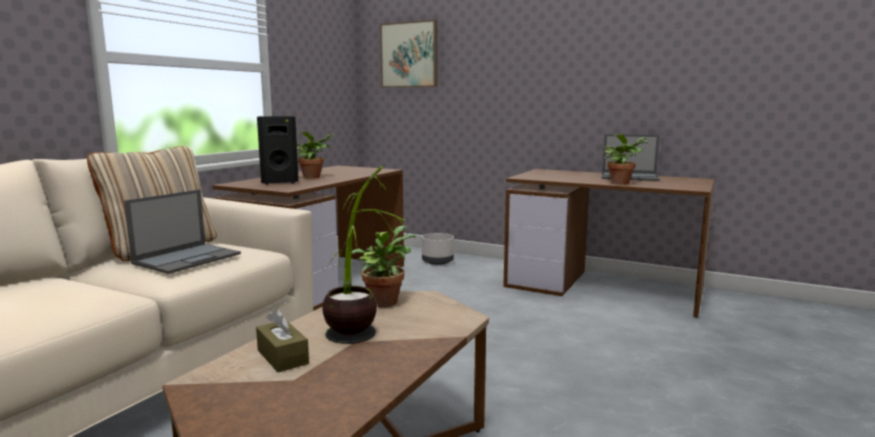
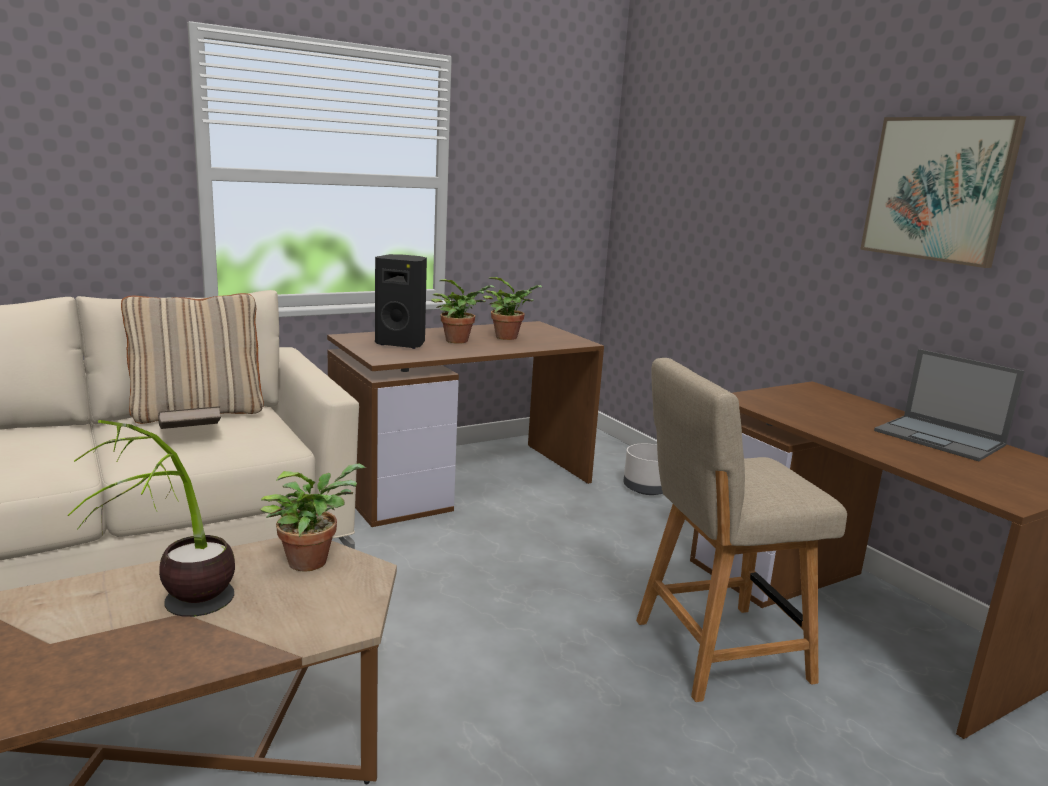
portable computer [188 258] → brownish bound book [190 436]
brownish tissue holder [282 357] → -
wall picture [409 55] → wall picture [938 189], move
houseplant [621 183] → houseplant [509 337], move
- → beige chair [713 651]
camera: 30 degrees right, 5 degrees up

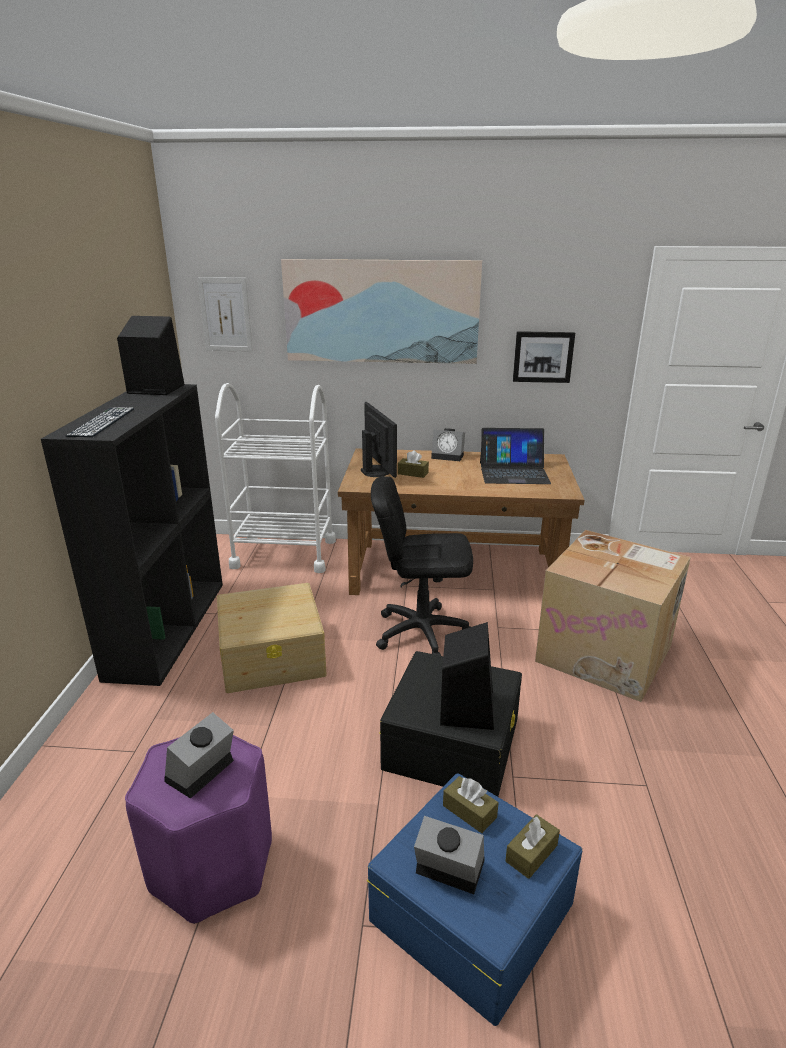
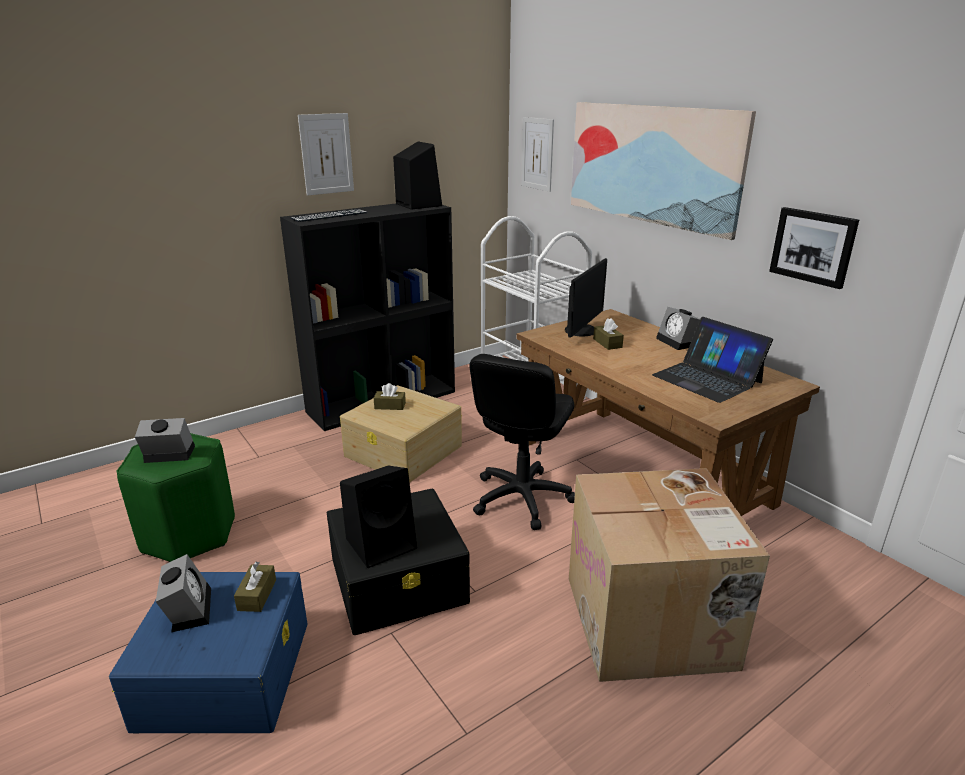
purplish stool seat [211 866] → greenish stool seat [188 535]
black office chair [421 632] → black office chair [521 498], 120 degrees counterclockwise
brownish tissue holder [531 853] → brownish tissue holder [390 406], move
- → wall picture [326 154]
camera: 50 degrees right, 0 degrees up

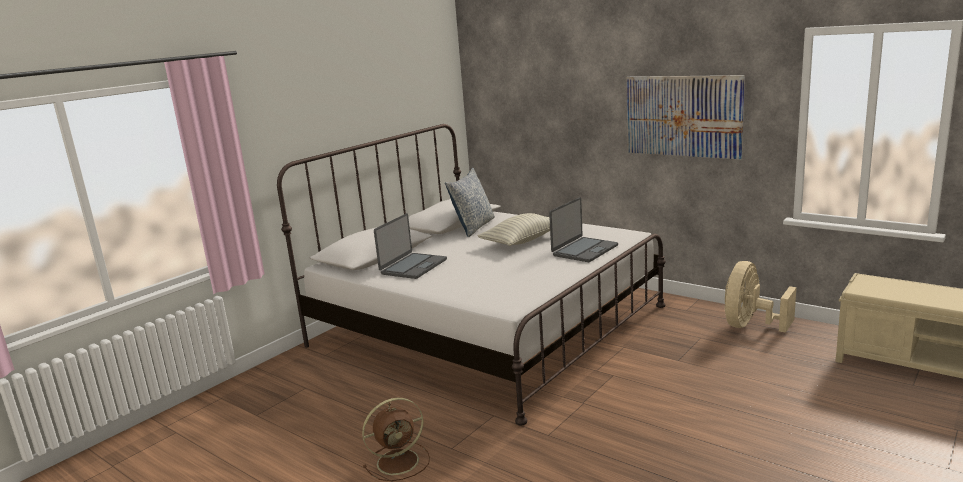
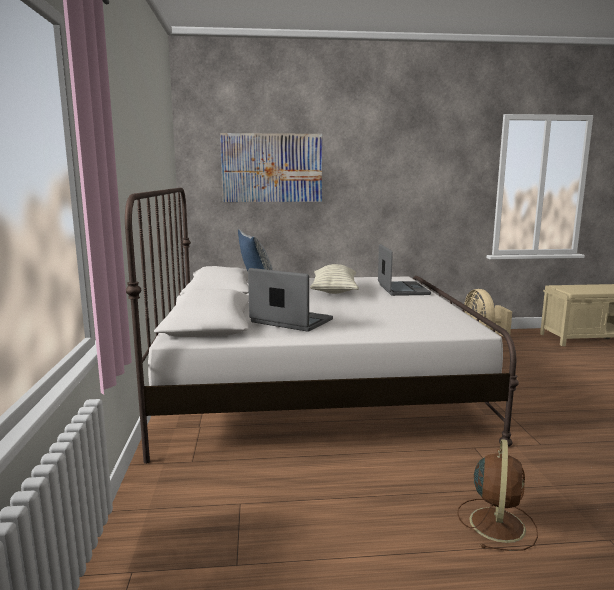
portable computer [413 267] → portable computer [291 321], 45 degrees counterclockwise
wall picture [683 116] → wall picture [272 168], move
camera: 45 degrees left, 5 degrees down

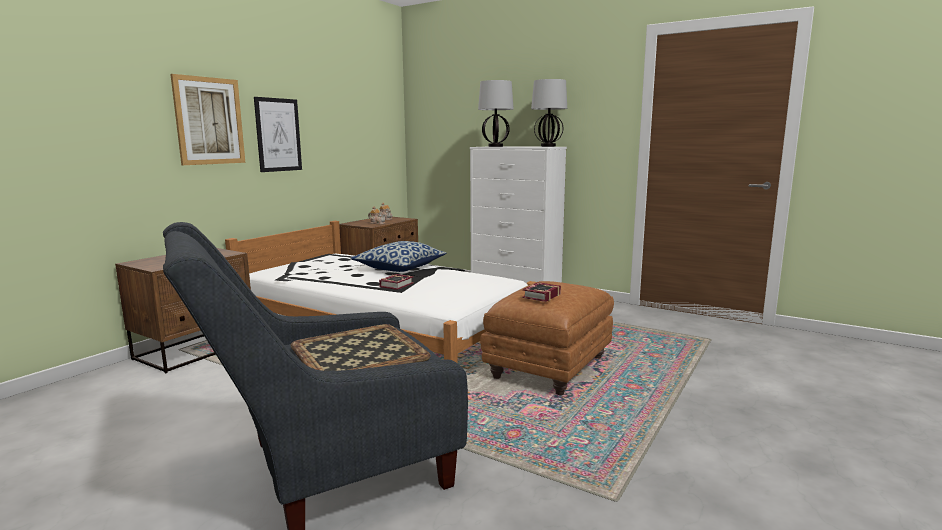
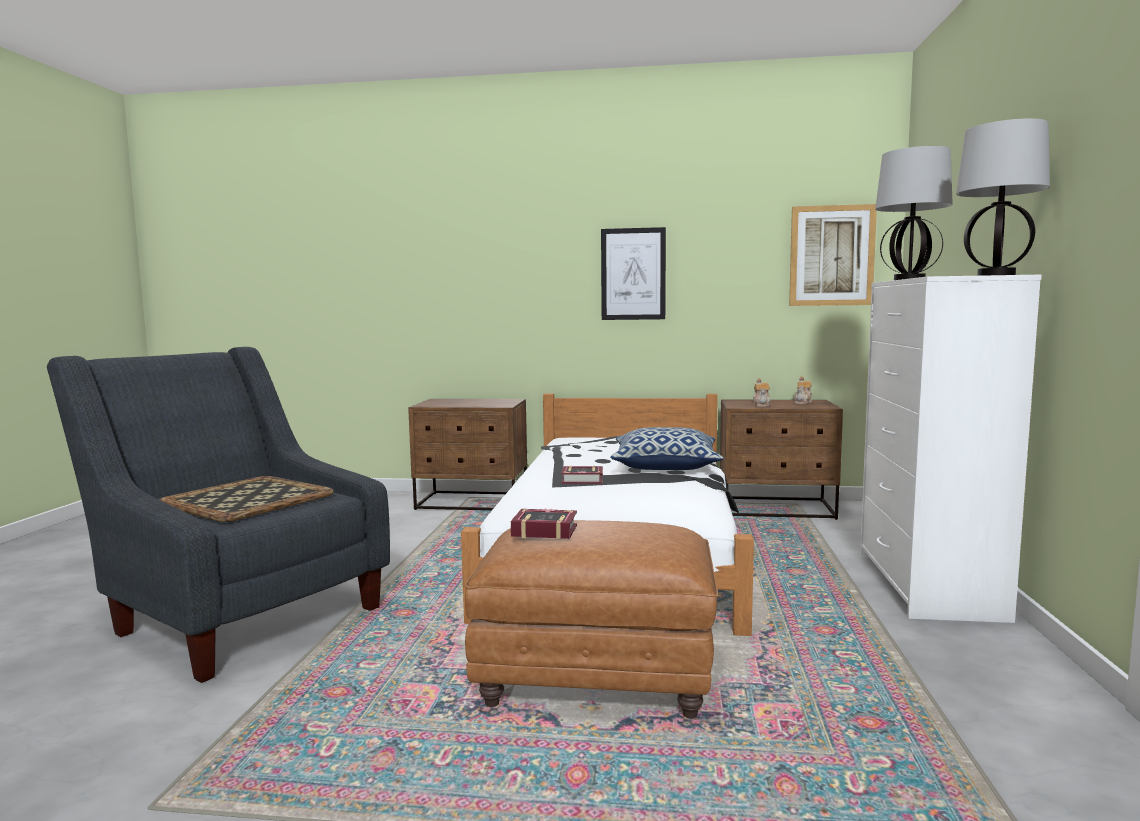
wall picture [209 121] → wall picture [831 256], move
camera: 65 degrees right, 5 degrees down

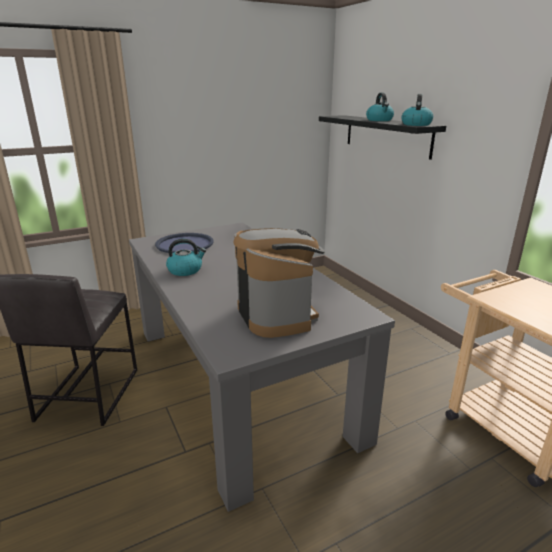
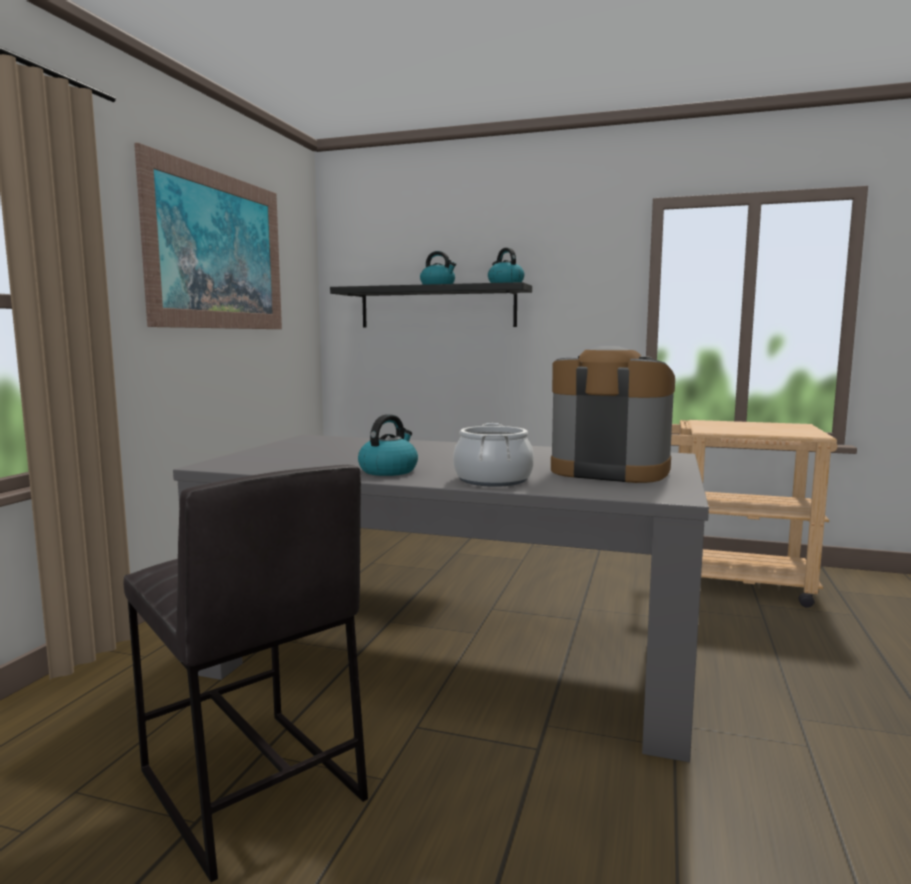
blue carrying tray [184 244] → -
- → wall picture [218 251]
- → stockpot [493 480]
camera: 45 degrees left, 15 degrees down

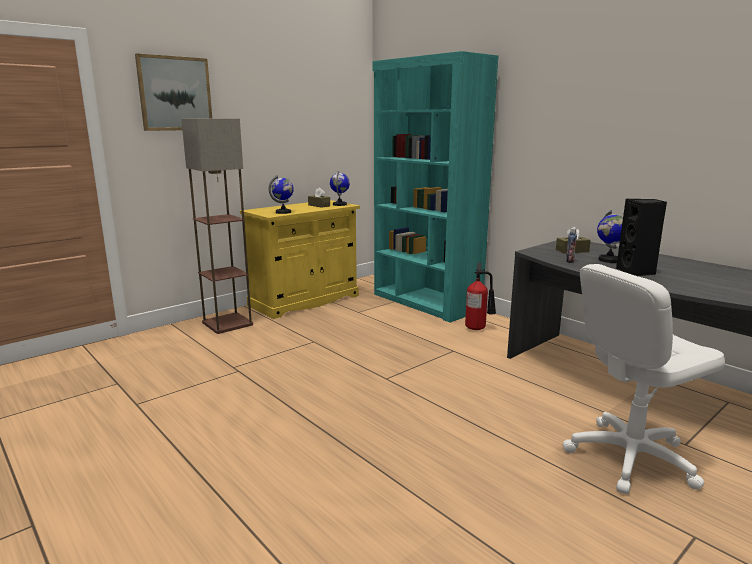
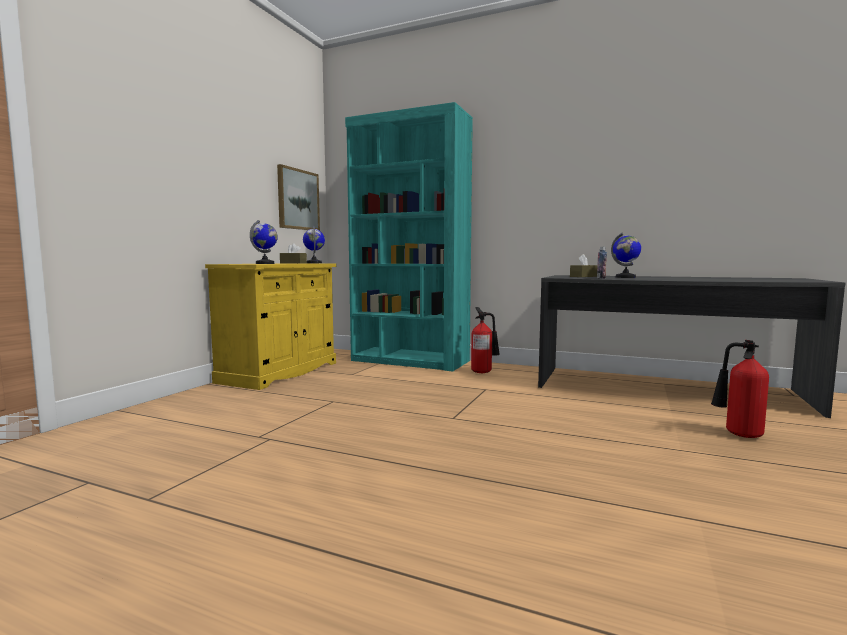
wall picture [175 94] → wall picture [298 199], move
standing lamp [228 324] → -
white-coloured office chair [630 457] → fire extinguisher [737 435]
black speaker [636 272] → -
camera: 25 degrees left, 10 degrees down

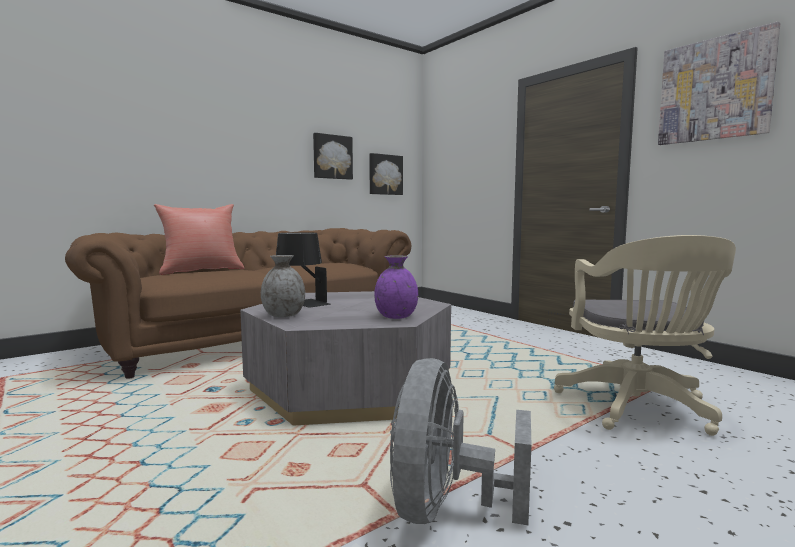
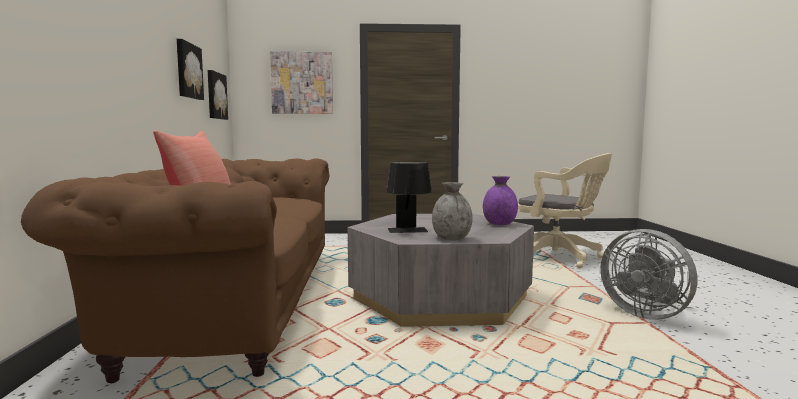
wall picture [714 89] → wall picture [302 82], move
camera: 55 degrees left, 0 degrees up

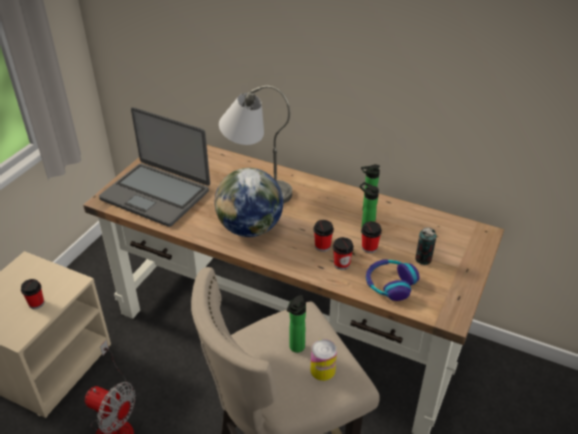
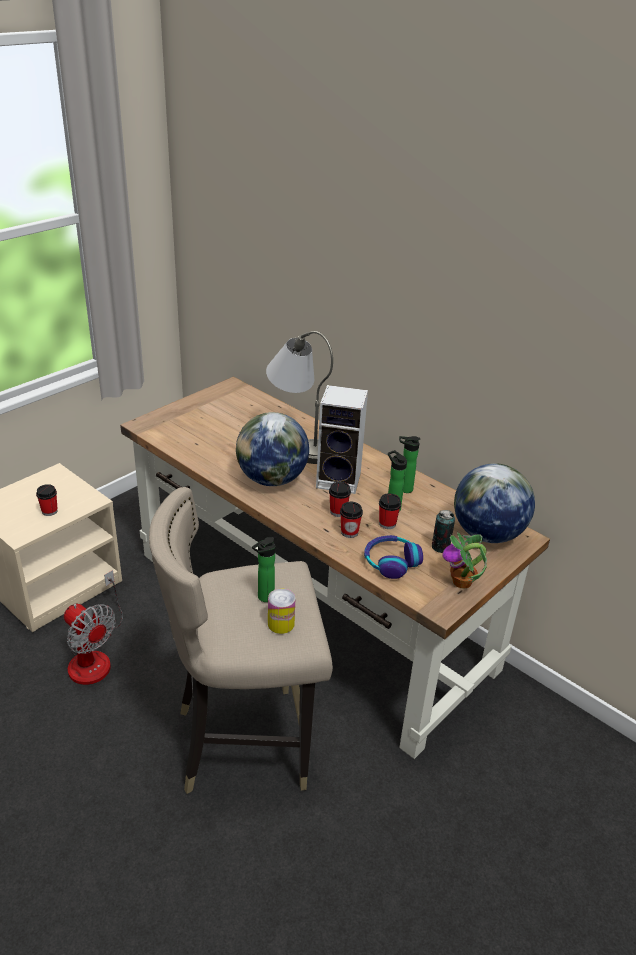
portable computer [156 194] → -
- → speaker [340 480]
- → houseplant [462 582]
- → world globe [487 534]
camera: 15 degrees right, 5 degrees down

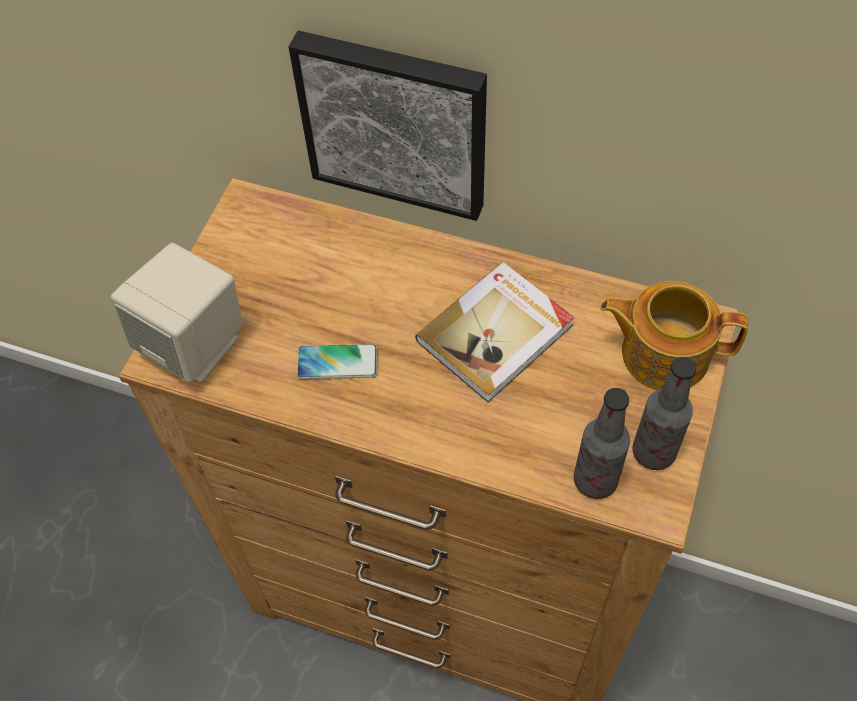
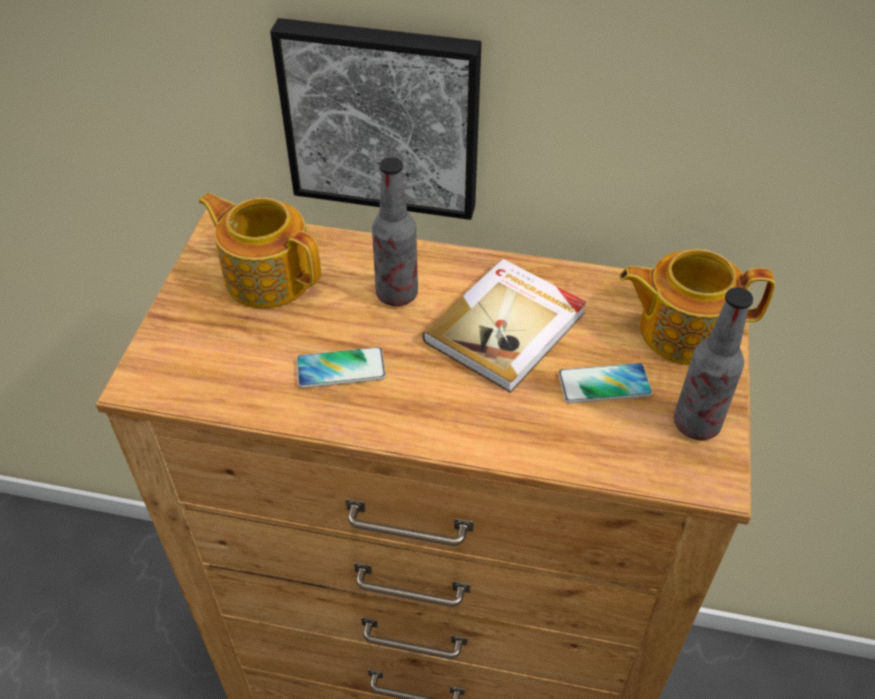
beige speaker [194 344] → -
bottle [595 480] → bottle [397 294], move
- → pot for tea [267 276]
- → phone [604 384]
camera: 10 degrees left, 10 degrees down

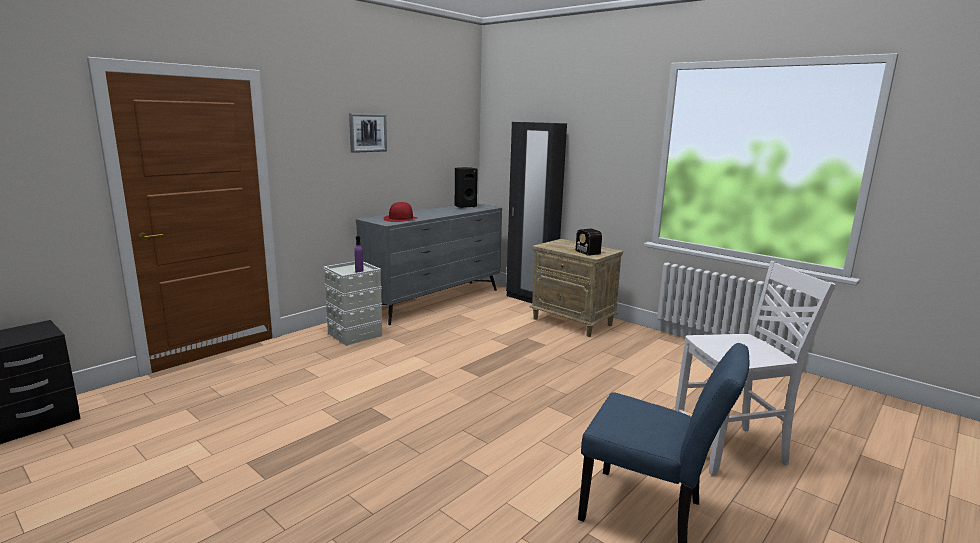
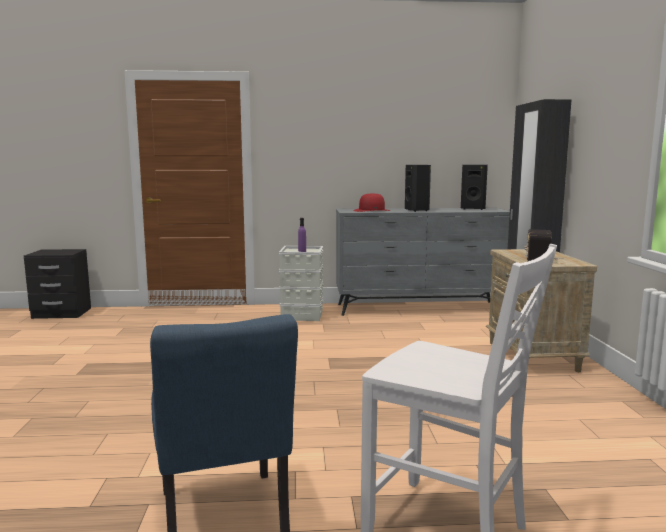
wall picture [367 132] → -
- → black speaker [417 210]
camera: 45 degrees right, 5 degrees down

